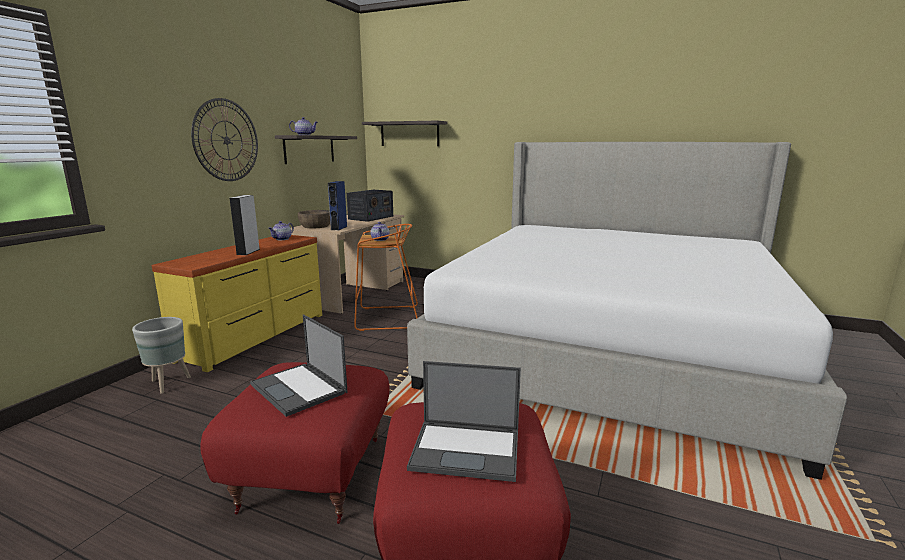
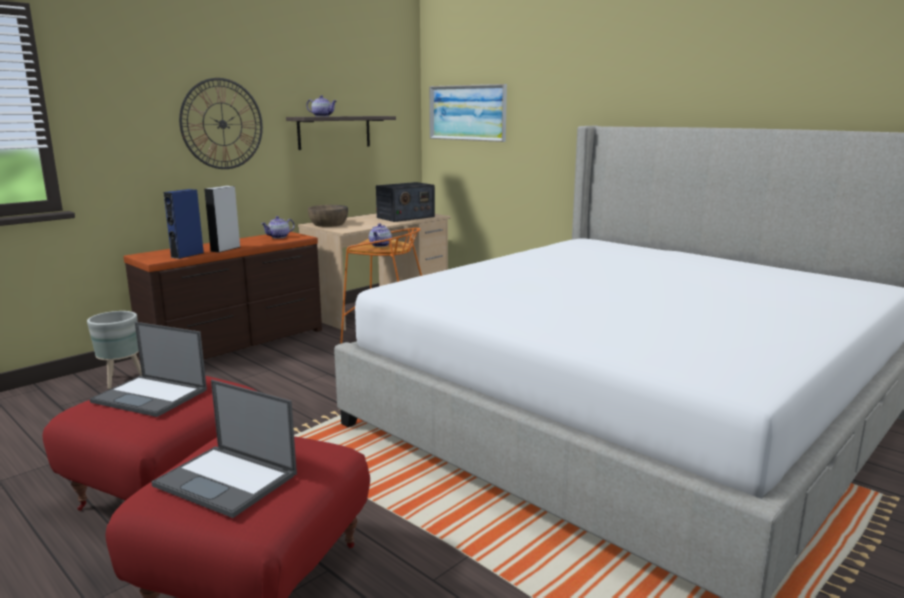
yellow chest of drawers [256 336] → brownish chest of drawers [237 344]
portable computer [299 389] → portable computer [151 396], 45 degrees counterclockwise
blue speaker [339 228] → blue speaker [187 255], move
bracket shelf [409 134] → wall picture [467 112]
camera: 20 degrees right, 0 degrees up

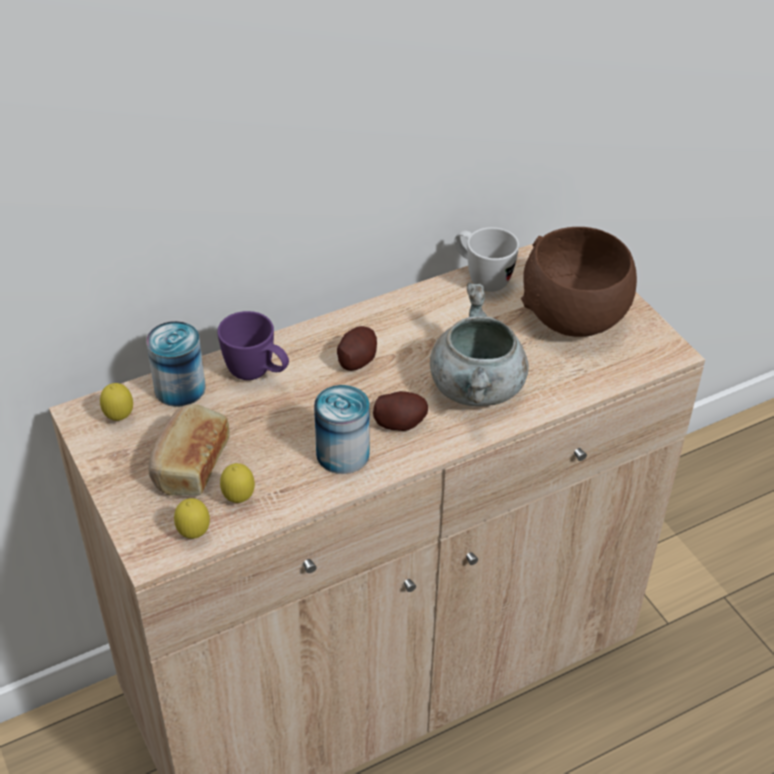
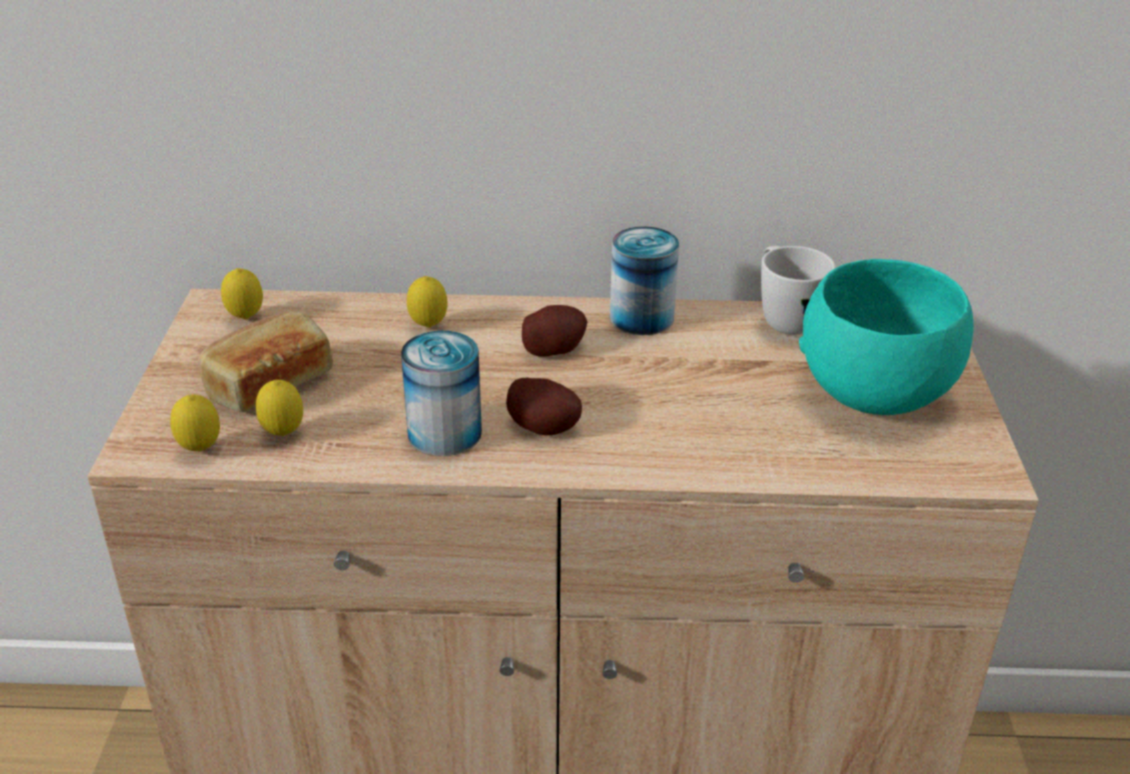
can [180 388] → can [641 318], move
purplish mug [258 374] → lemon [428 327]
greyish stockpot [478 388] → -
brownish bowl [575 318] → turquoise-coloured bowl [875 394]
camera: 30 degrees right, 10 degrees down

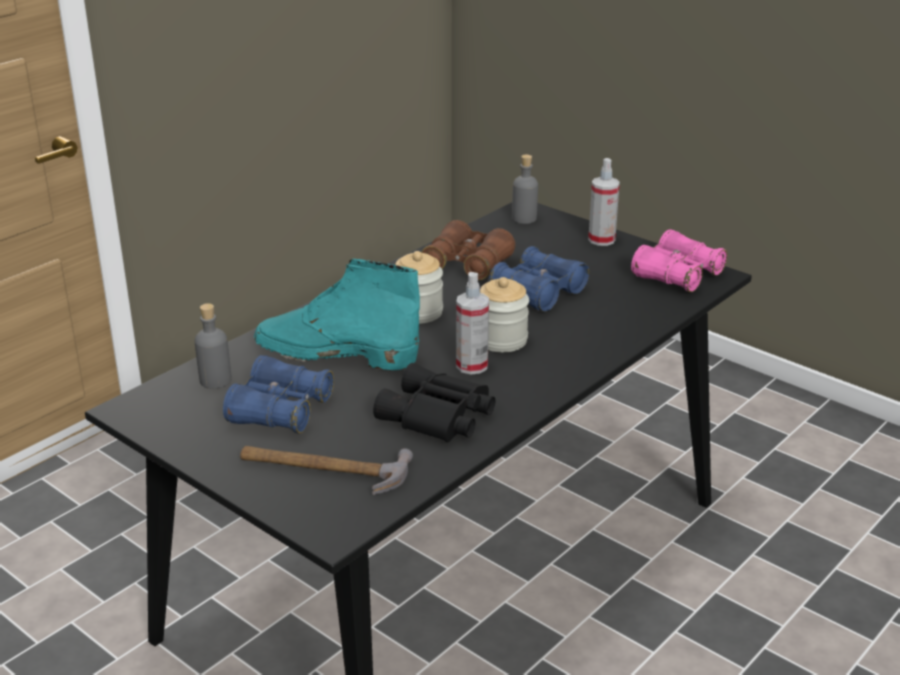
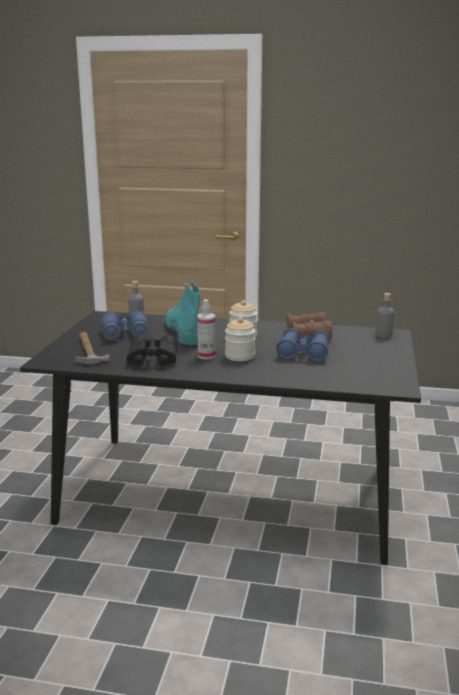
spray bottle [601 240] → -
pink-coloured binoculars [677 275] → -
camera: 60 degrees right, 10 degrees down

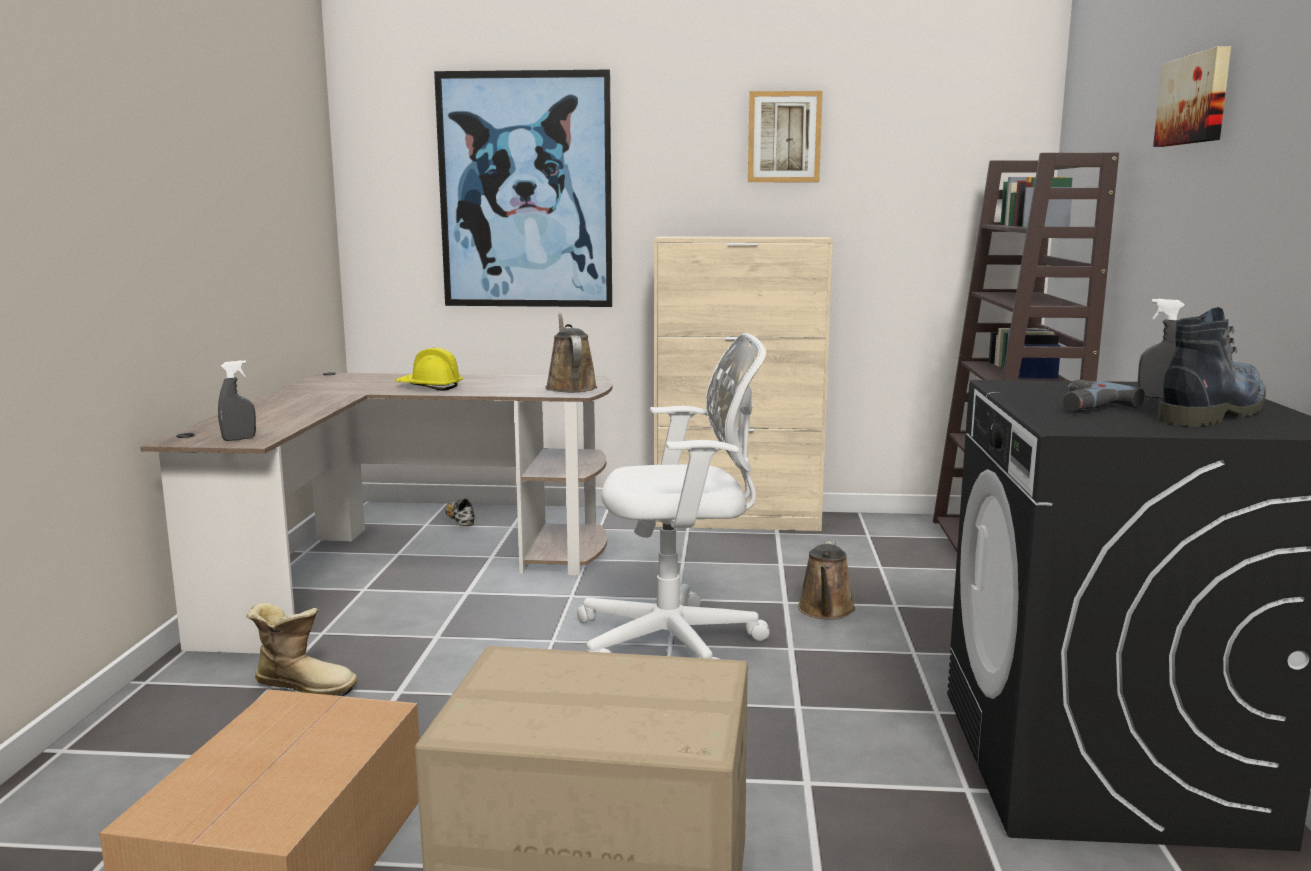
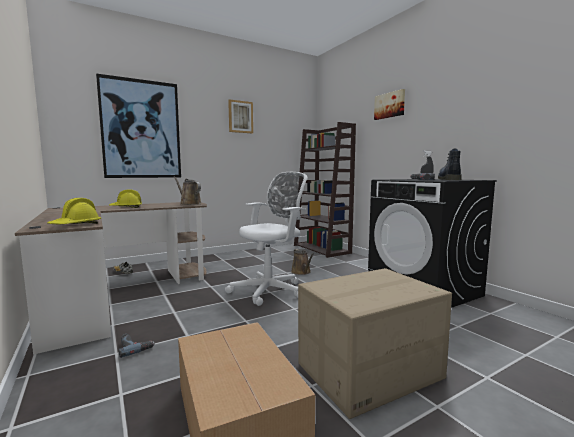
greyish spray bottle [239 439] → yellow work helmet [76 225]
high-top boot [305 685] → electric drill [135 346]
beige cupboard [738 521] → -
camera: 35 degrees left, 5 degrees down

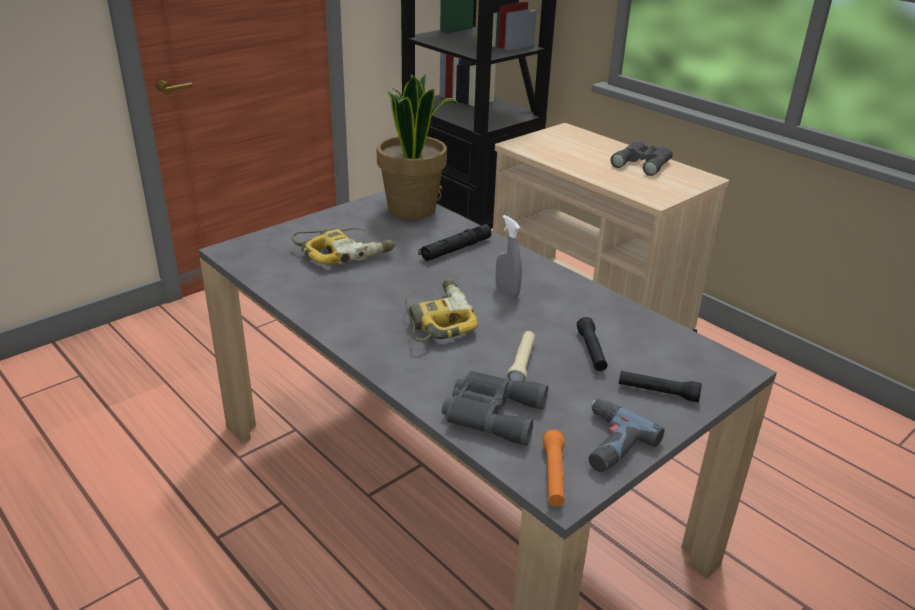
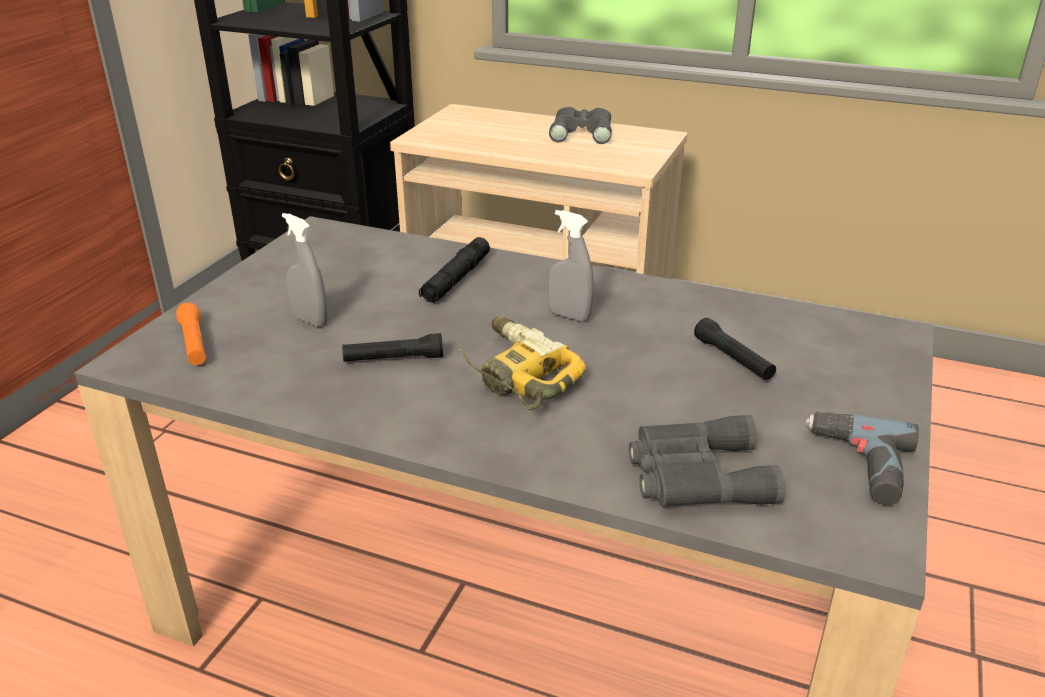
electric drill [344 253] → greyish spray bottle [310 320]
houseplant [413 210] → -
beige hand torch [522 364] → -
orange-coloured hand torch [553 476] → orange-coloured hand torch [194 344], move
black hand torch [657 392] → black hand torch [393 359], move
camera: 25 degrees left, 0 degrees up

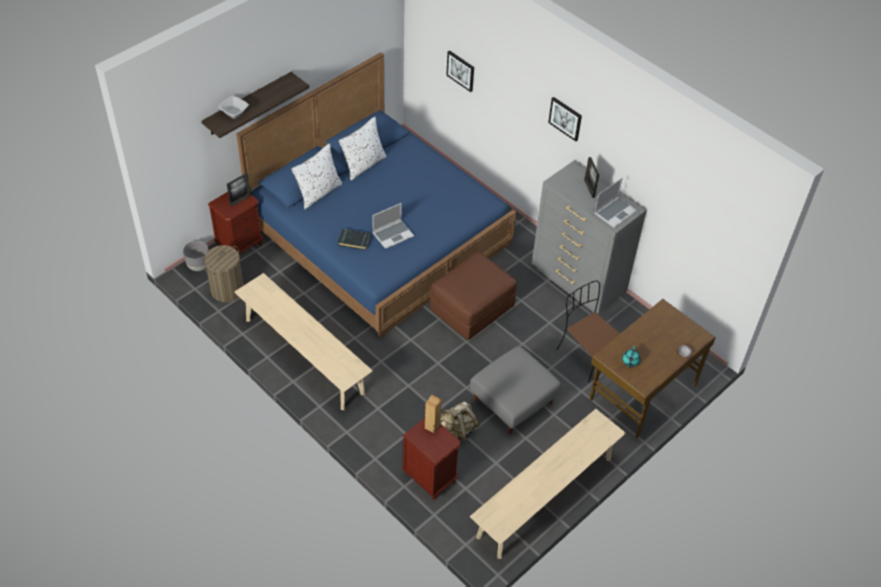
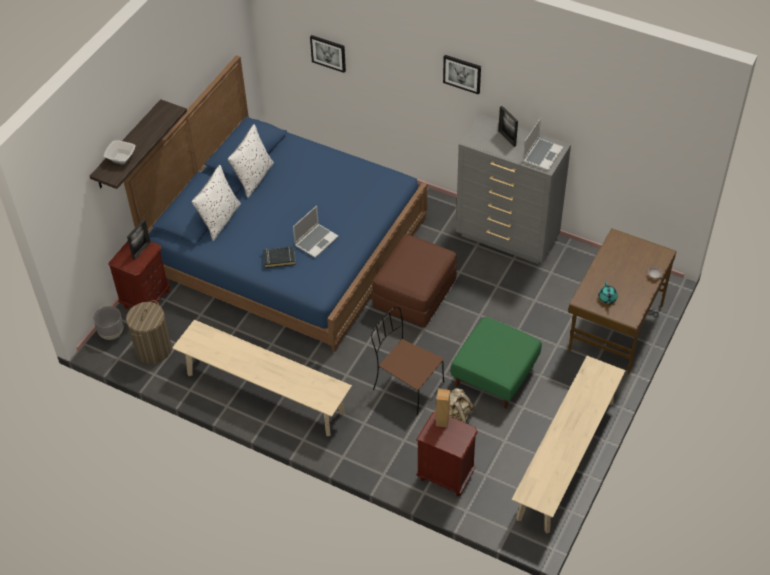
greyish ottoman [513 402] → greenish ottoman [495 375]
brownish chair [587 354] → brownish chair [406 385], move
camera: 15 degrees left, 0 degrees up

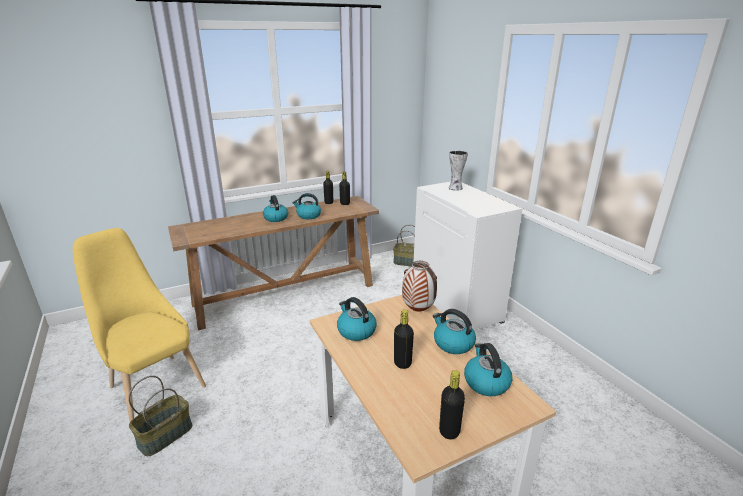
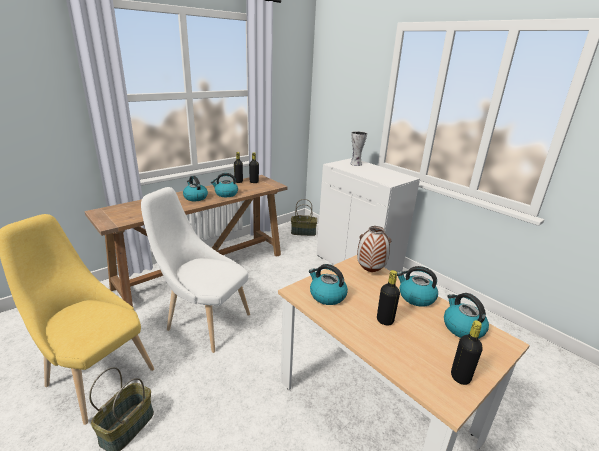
- → white-coloured chair [204 321]
camera: 15 degrees left, 0 degrees up

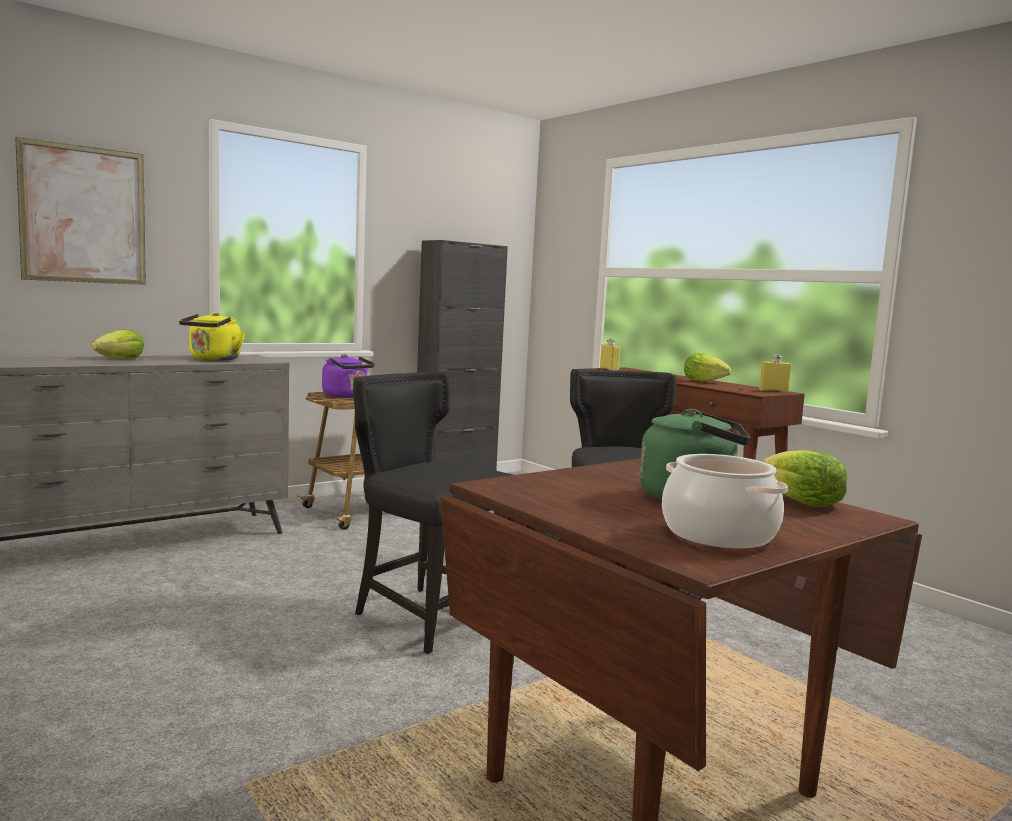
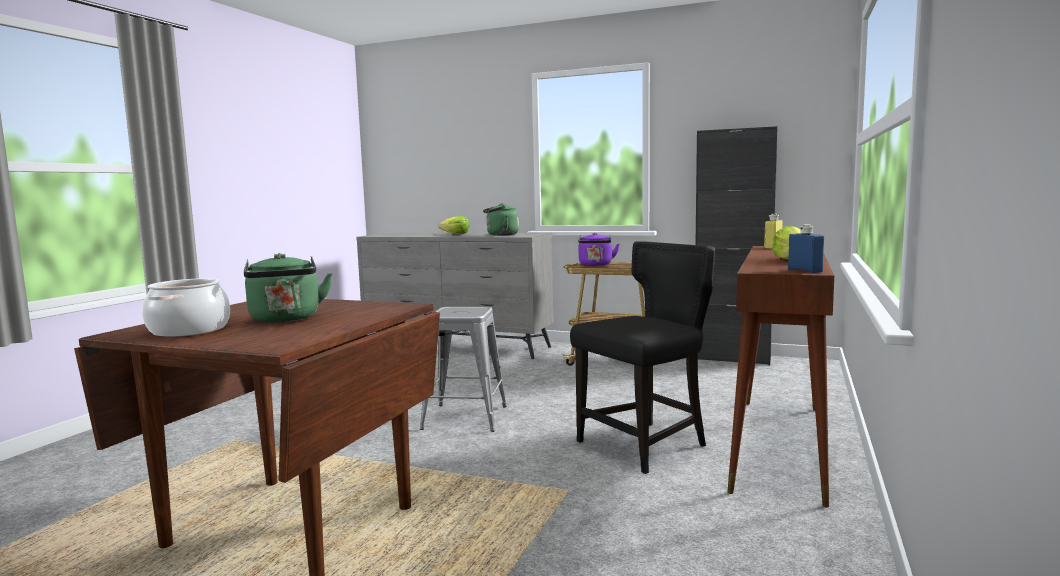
wall picture [84 215] → -
yellow tea kettle [213 359] → greenish tea kettle [500 235]
black chair [426 616] → greyish stool seat [464 418]
yellow bottle [773 391] → blue bottle [805 270]
lettuce head [801 502] → -
camera: 60 degrees right, 0 degrees up

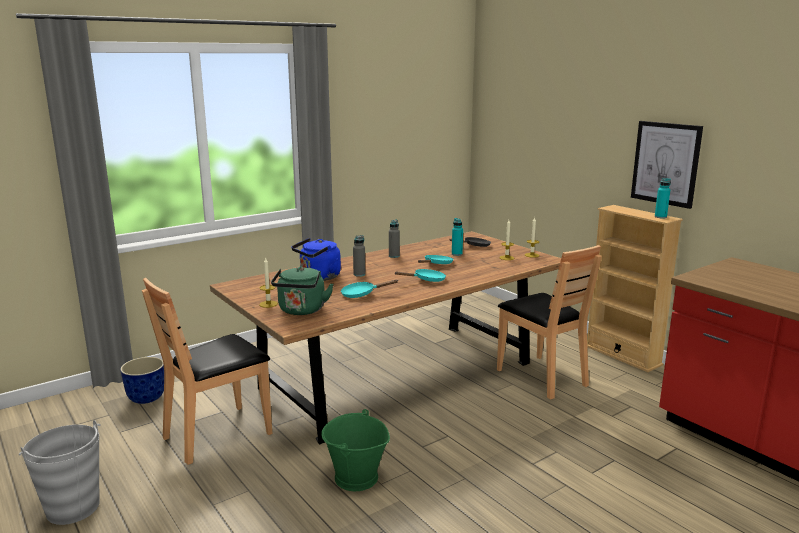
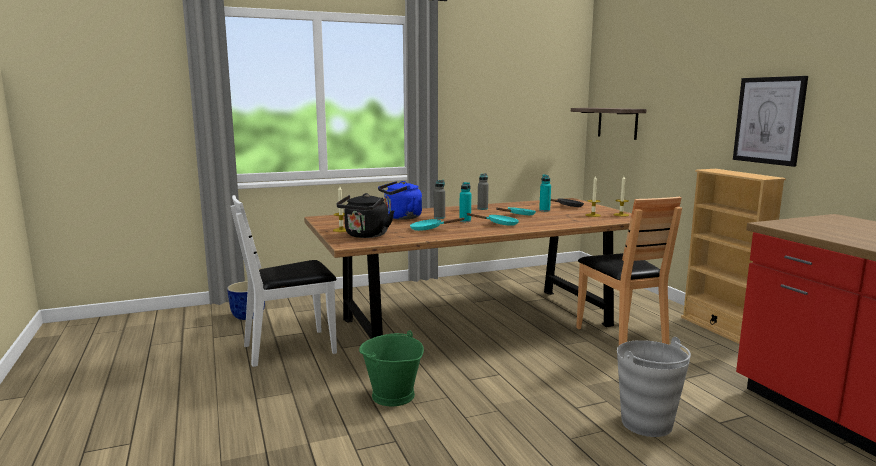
greyish bucket [73 508] → greyish bucket [647 424], move
brownish chair [218 434] → white-coloured chair [291 348]
greenish tea kettle [301 311] → black tea kettle [365 235]
turquoise-coloured bottle [660 217] → turquoise-coloured bottle [465 221], move
- → bracket shelf [617 123]
camera: 15 degrees right, 5 degrees down

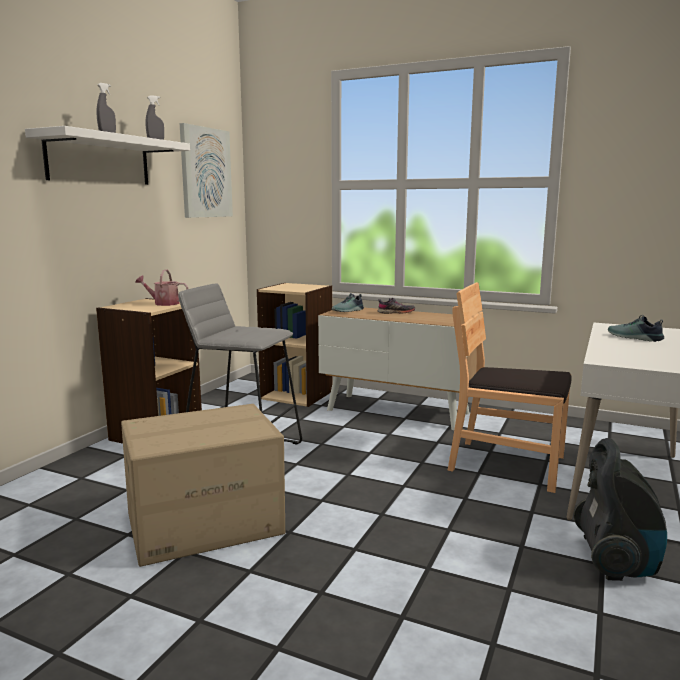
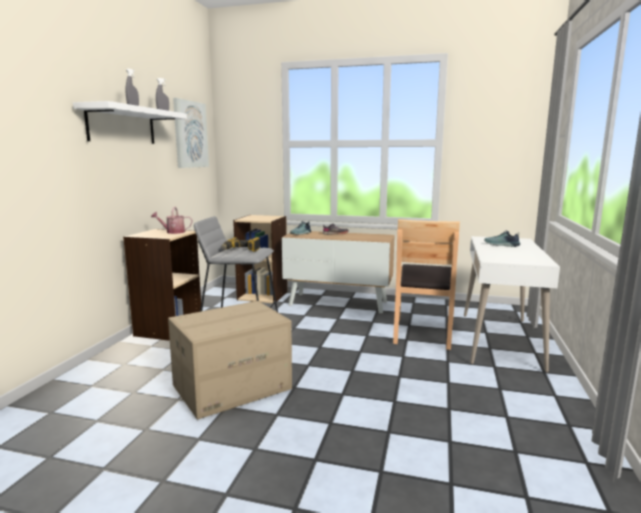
brownish chair [507 464] → brownish chair [422 333], 90 degrees counterclockwise
vacuum cleaner [616 562] → -
- → electric drill [241 250]
camera: 10 degrees left, 0 degrees up

